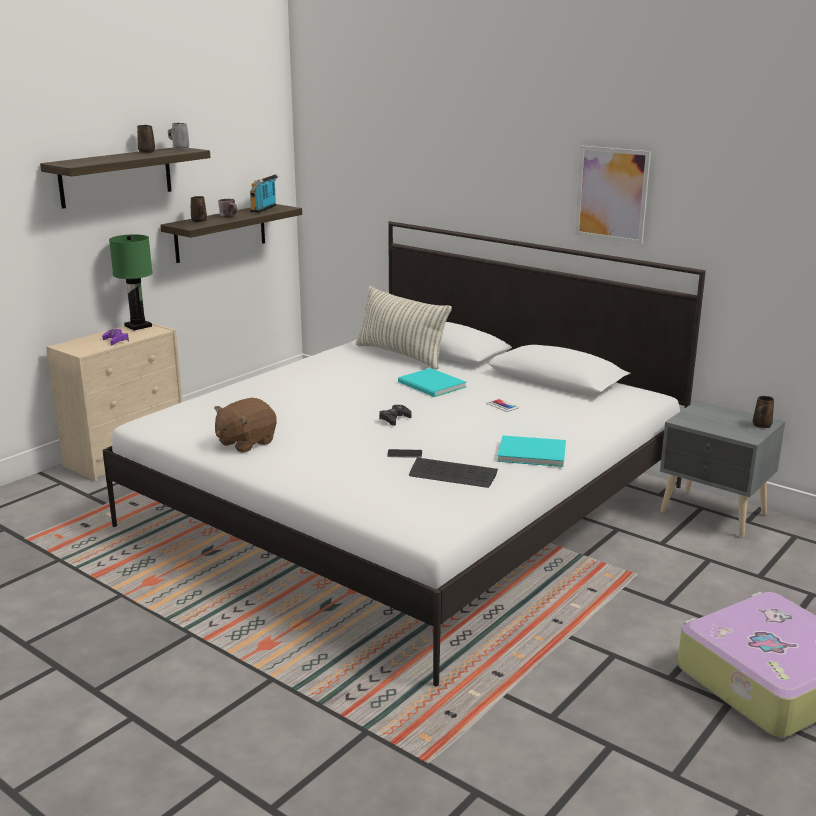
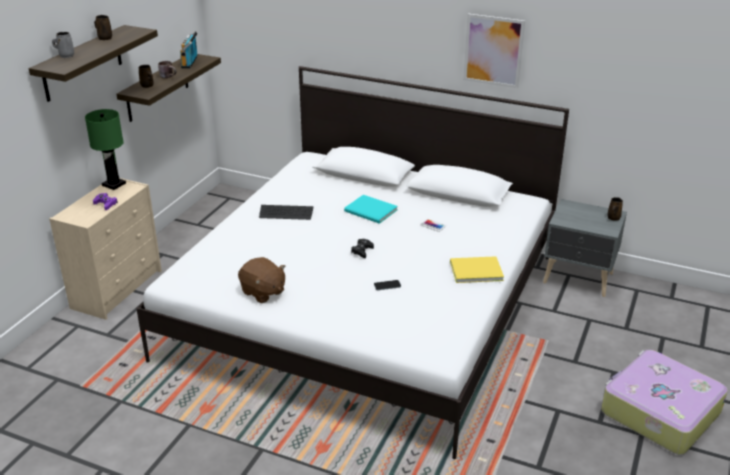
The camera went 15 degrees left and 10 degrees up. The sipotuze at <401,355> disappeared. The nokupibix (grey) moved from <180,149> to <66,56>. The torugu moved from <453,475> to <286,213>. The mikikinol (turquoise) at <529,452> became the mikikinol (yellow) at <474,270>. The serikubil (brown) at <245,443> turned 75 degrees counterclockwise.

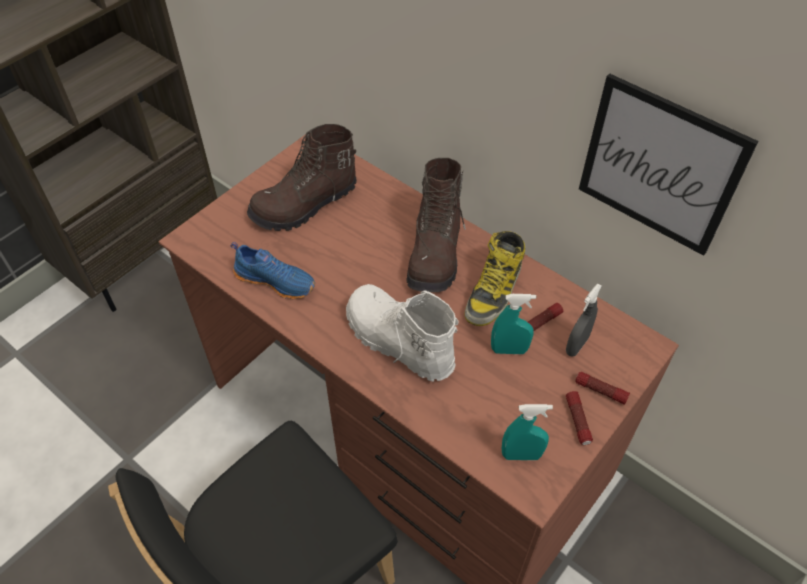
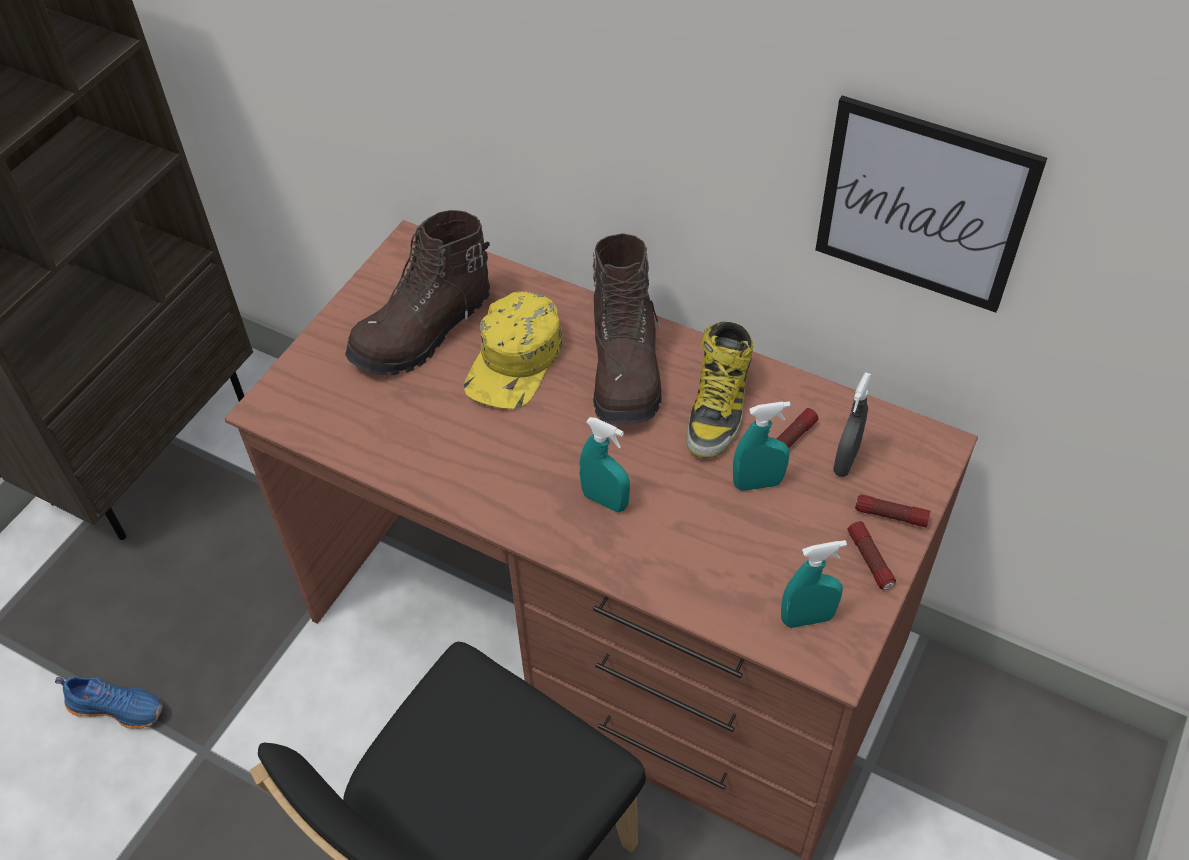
The camera went 10 degrees left and 0 degrees up. The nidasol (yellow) at <515,361> appeared. The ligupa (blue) moved from <276,280> to <118,706>. The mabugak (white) at <397,342> was replaced by the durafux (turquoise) at <605,500>.

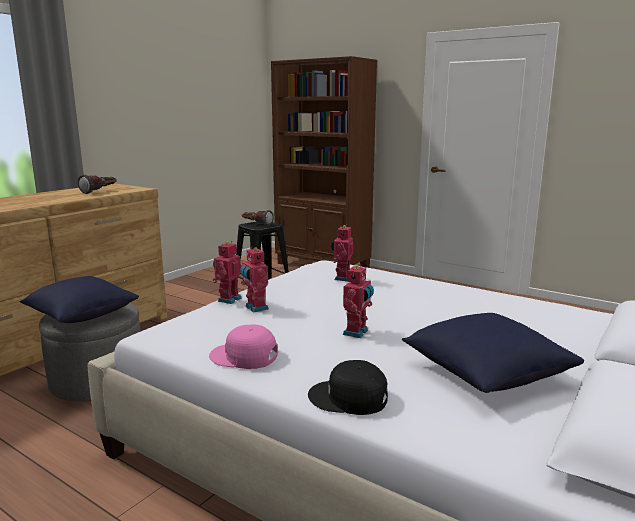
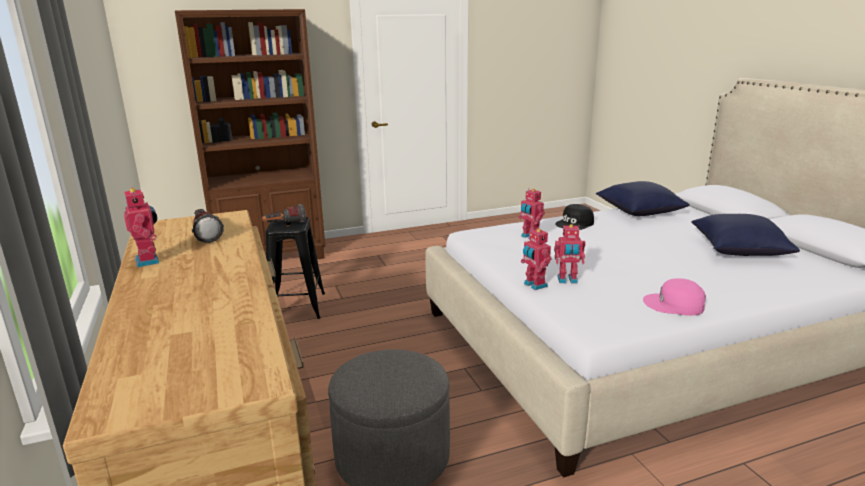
The camera went 55 degrees left and 5 degrees up. The sipotuze (blue) moved from <81,315> to <639,212>. The nidasol (black) moved from <348,398> to <575,223>. The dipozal moved from <357,333> to <149,261>. The nidasol (pink) at <244,356> turned 60 degrees clockwise.

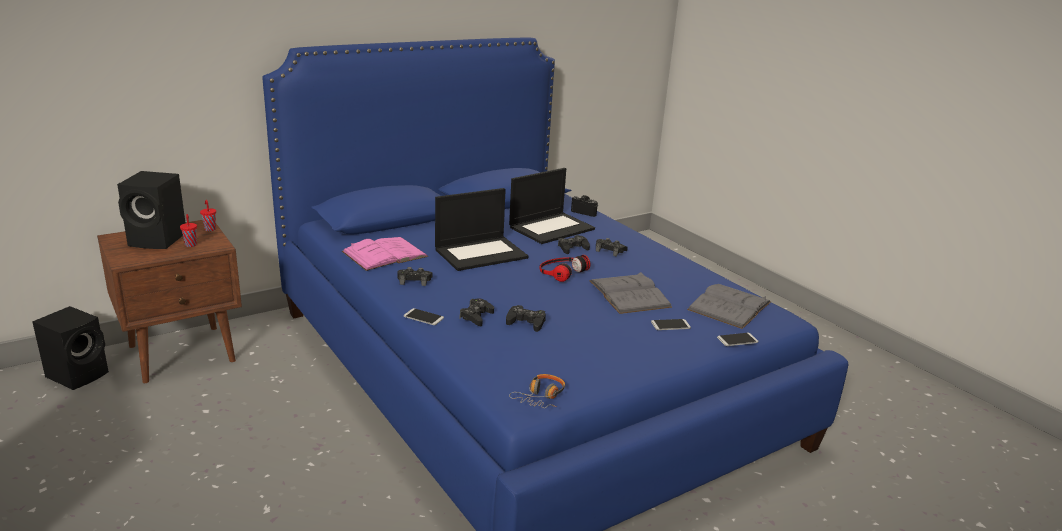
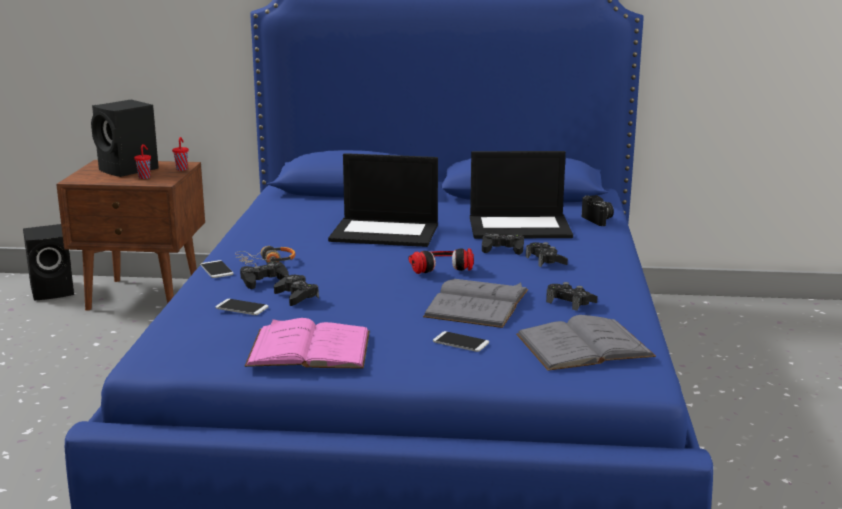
The camera went 40 degrees right and 5 degrees down. The mikikinol (pink) moved from <385,254> to <309,348>. The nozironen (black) moved from <414,280> to <570,302>. The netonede moved from <541,397> to <266,263>. The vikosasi moved from <737,340> to <242,308>.

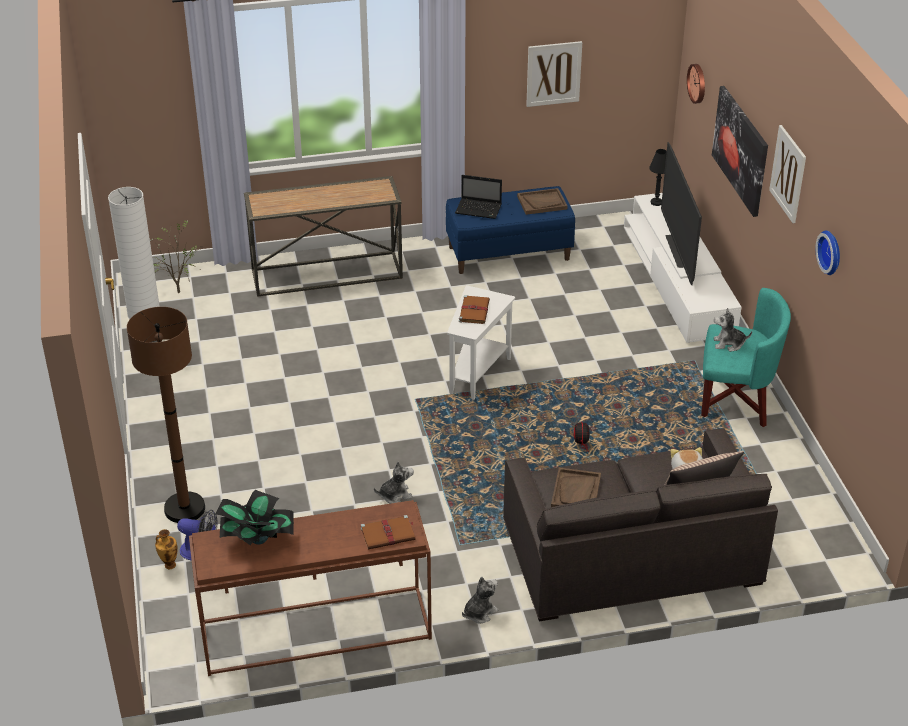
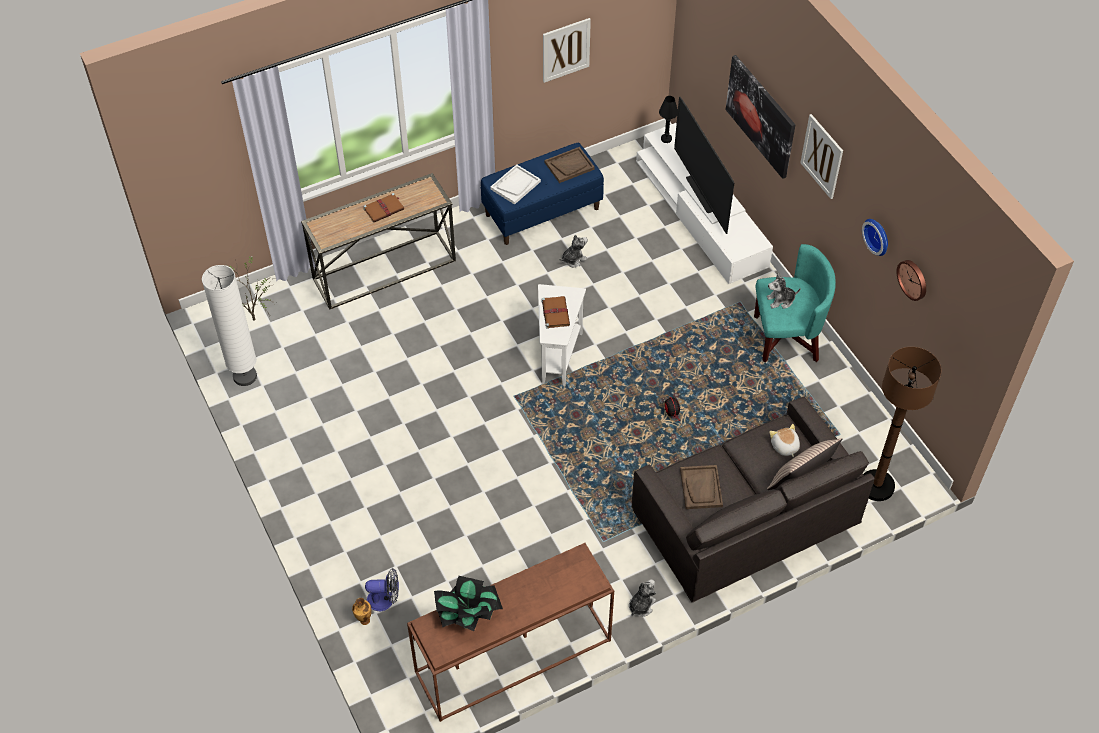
The camera went 15 degrees left and 15 degrees up. The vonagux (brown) moved from <184,509> to <876,486>. The mikikinol (brown) moved from <388,534> to <384,209>. The serikubil moved from <395,495> to <573,259>. The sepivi moved from <698,83> to <913,279>. The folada at <479,209> was replaced by the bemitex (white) at <515,185>.

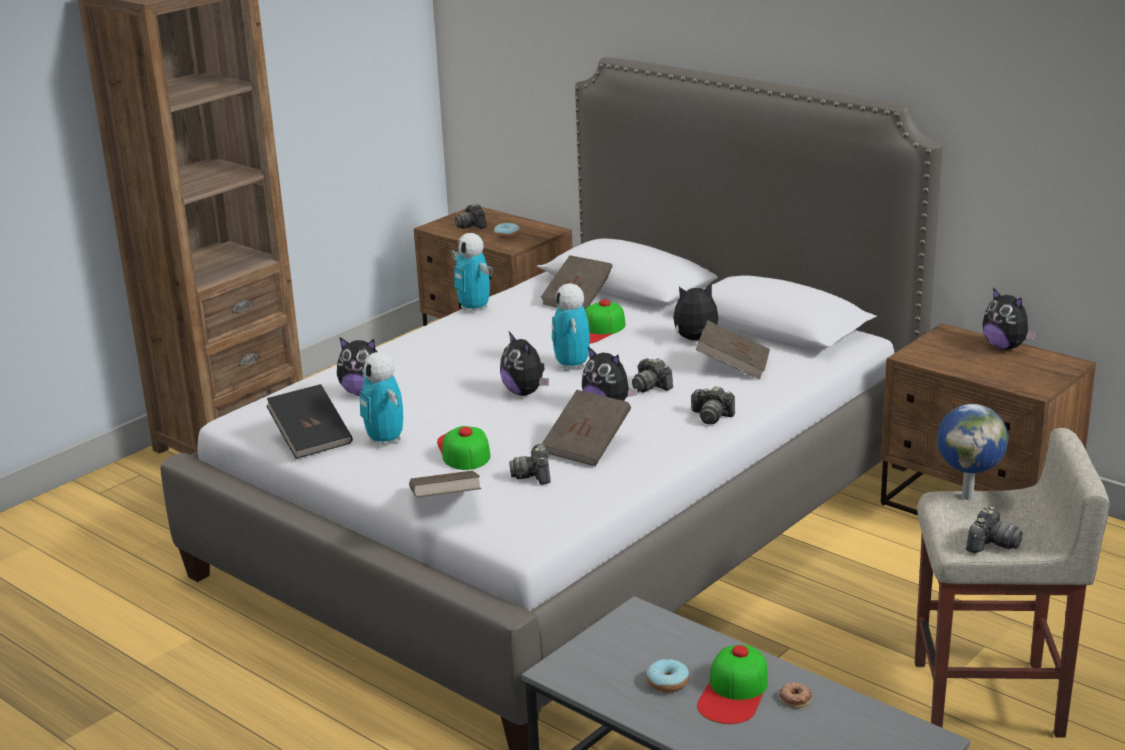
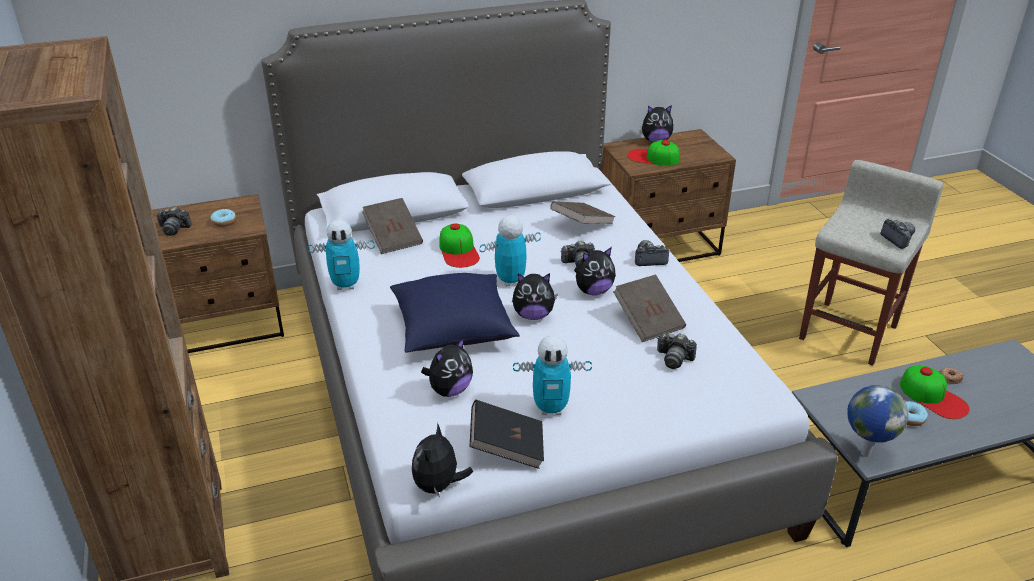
The camera went 60 degrees left and 10 degrees up. The mikikinol (brown) at <445,503> disappeared. The sipotuze (blue) at <453,330> appeared. The nidasol moved from <463,450> to <653,157>. The serikubil moved from <696,340> to <439,486>. The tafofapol moved from <968,496> to <864,452>. The dipozal at <572,366> turned 135 degrees clockwise. The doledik at <711,416> turned 150 degrees counterclockwise.

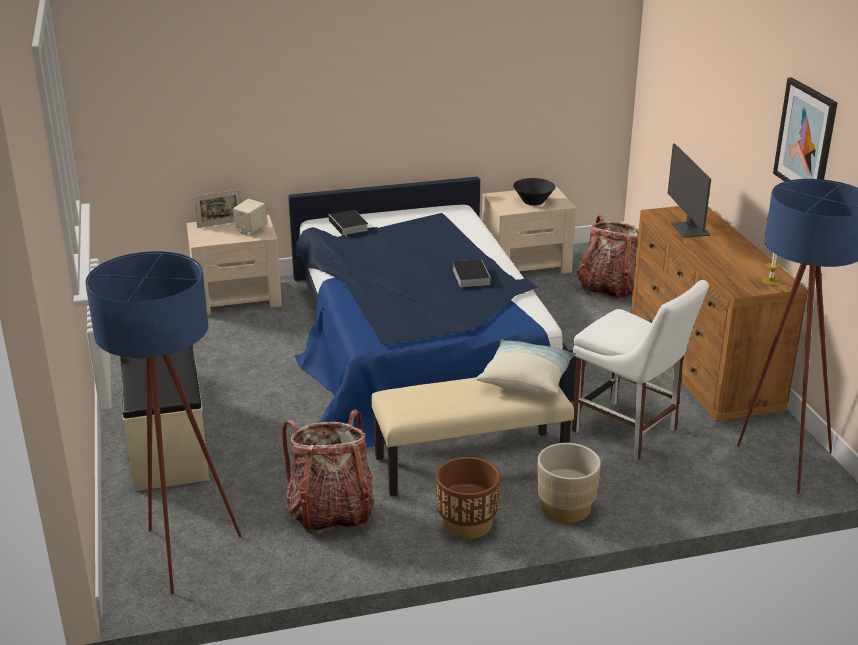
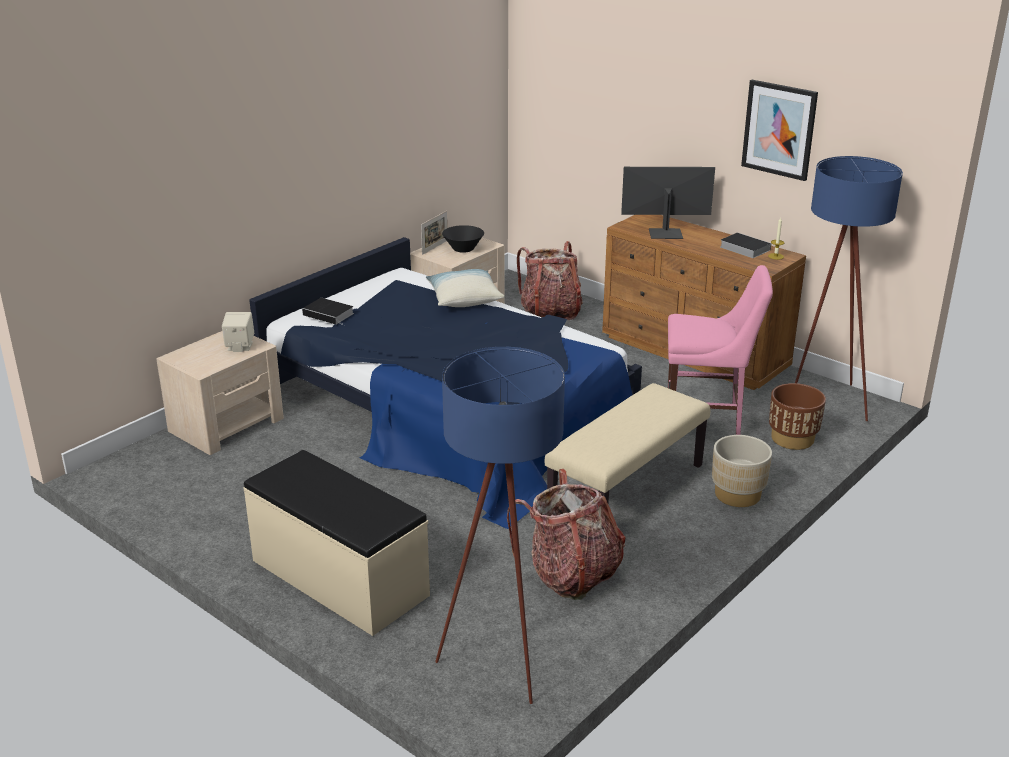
The camera went 35 degrees left and 0 degrees up. The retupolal moved from <220,224> to <435,247>. The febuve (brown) moved from <466,523> to <792,439>. The mikikinol moved from <470,275> to <743,248>. The sipotuze moved from <526,379> to <464,299>. The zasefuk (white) at <628,432> became the zasefuk (pink) at <707,420>. The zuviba at <689,229> turned 135 degrees clockwise.

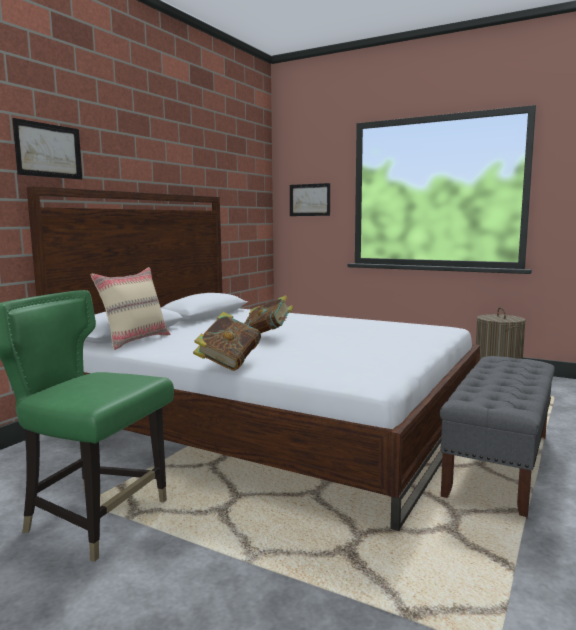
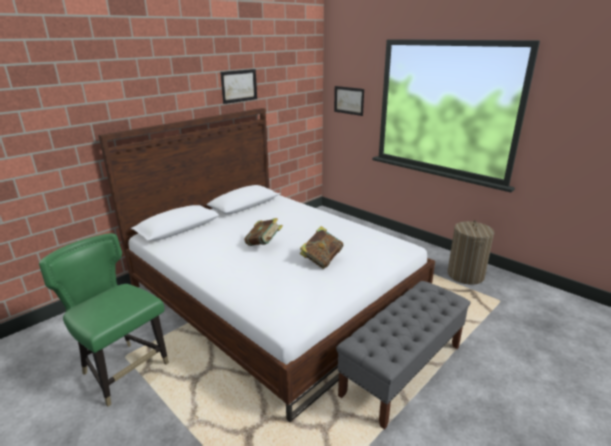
The camera went 15 degrees right and 15 degrees up. The sipotuze (beige) at <135,340> disappeared. The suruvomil moved from <48,150> to <239,86>. The mikikinol moved from <228,364> to <321,260>.

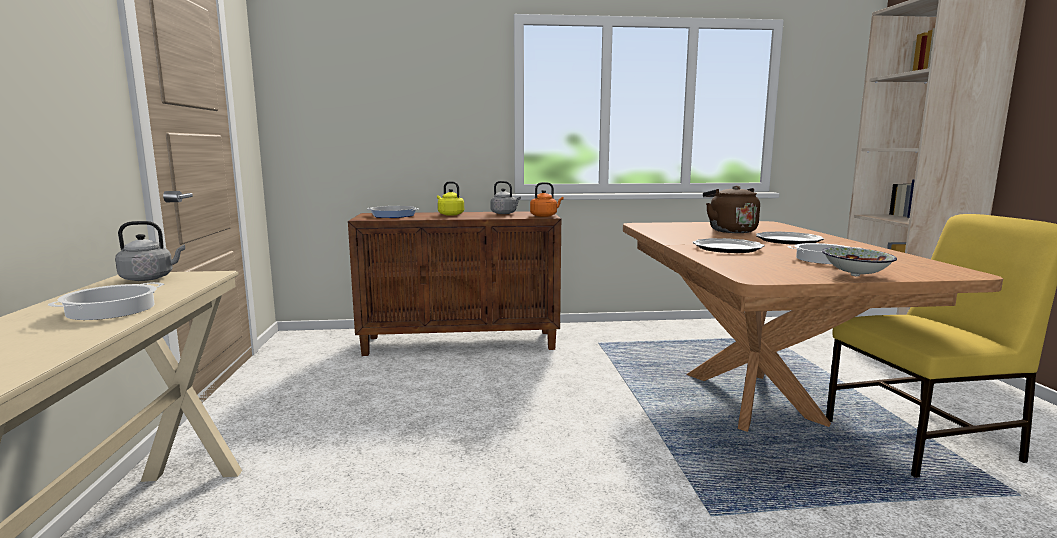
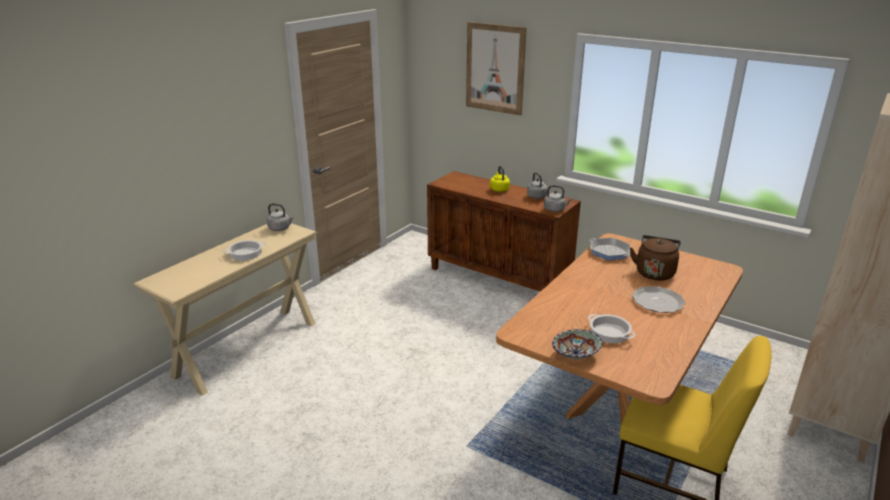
The camera went 40 degrees right and 15 degrees up. The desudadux at <727,248> disappeared. The suruvomil at <495,68> appeared. The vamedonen moved from <393,215> to <609,252>. The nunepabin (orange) at <545,216> became the nunepabin (grey) at <555,209>.

